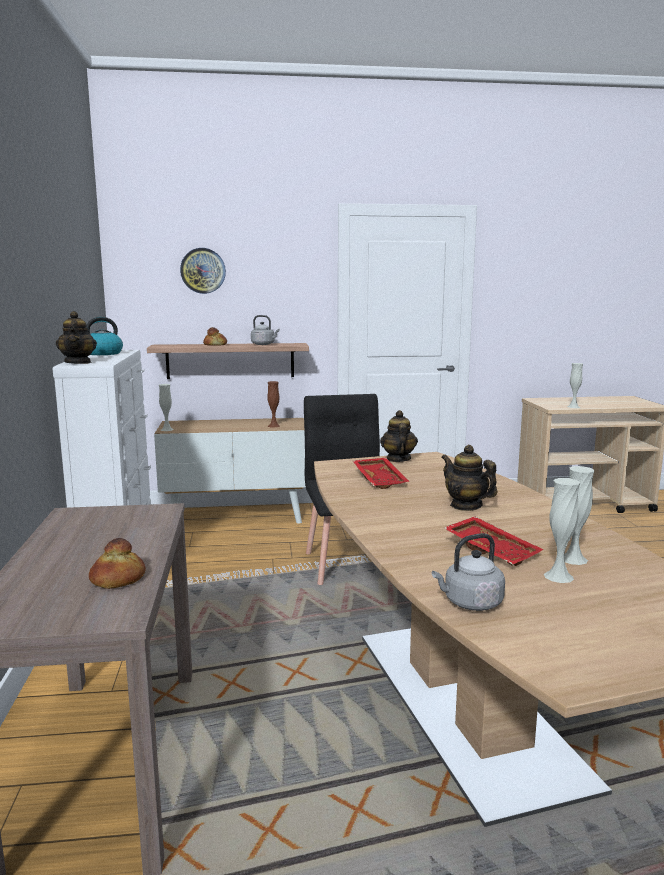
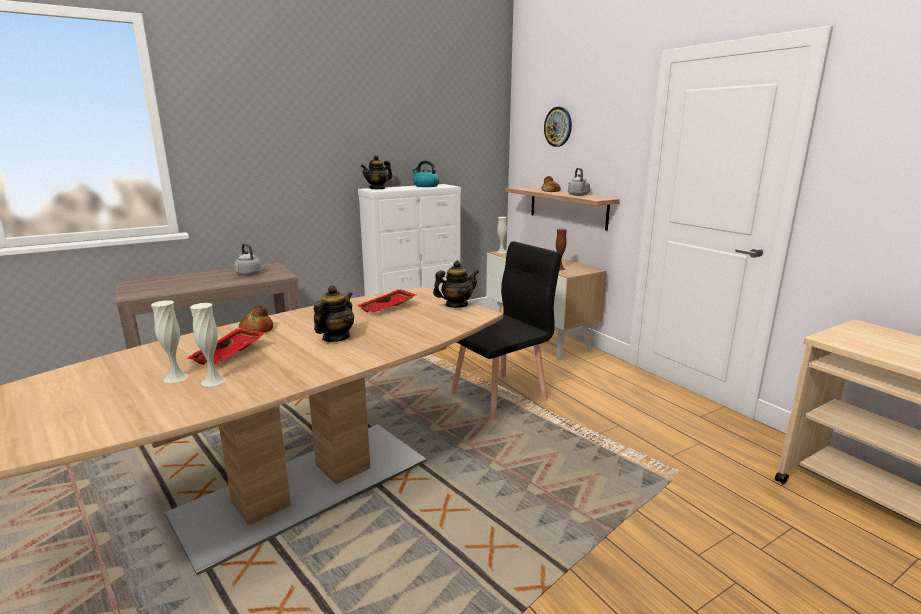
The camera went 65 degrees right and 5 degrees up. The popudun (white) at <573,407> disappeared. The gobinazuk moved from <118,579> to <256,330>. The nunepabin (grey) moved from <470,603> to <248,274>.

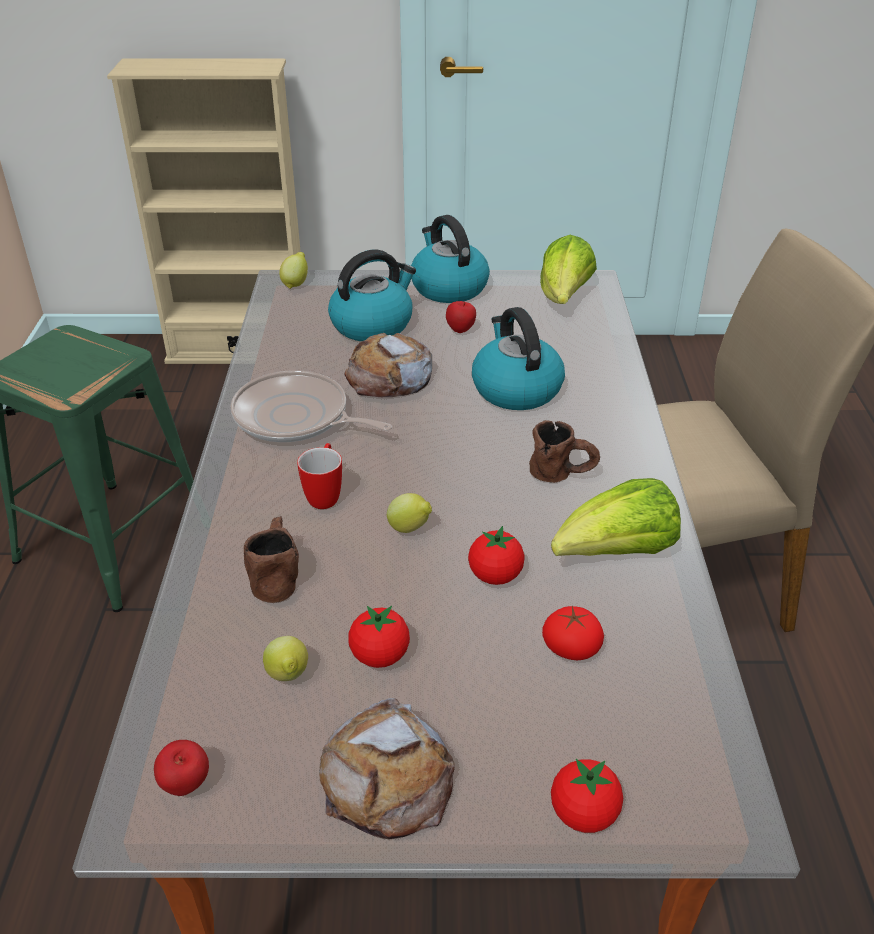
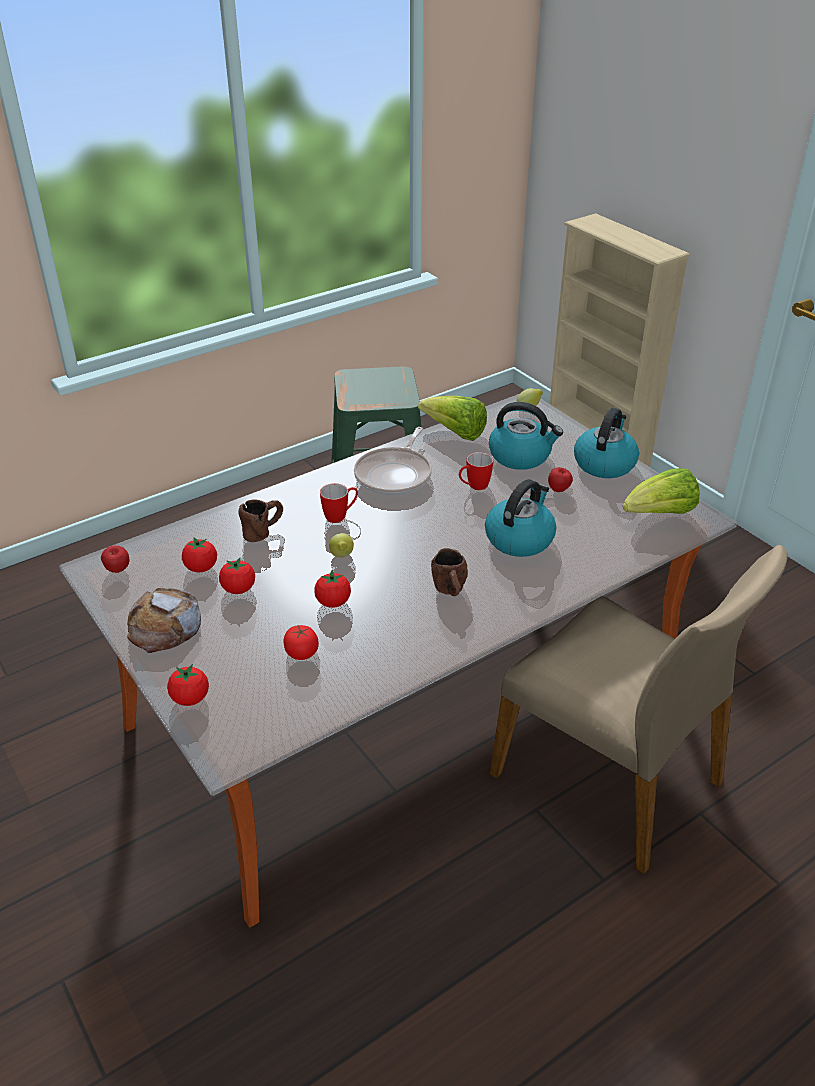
The camera went 55 degrees right and 0 degrees up. The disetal moved from <617,554> to <455,433>. The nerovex at <288,677> was replaced by the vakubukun at <201,568>. The gobinazuk at <389,376> was replaced by the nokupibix at <473,487>. The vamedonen at <296,418> turned 150 degrees counterclockwise.

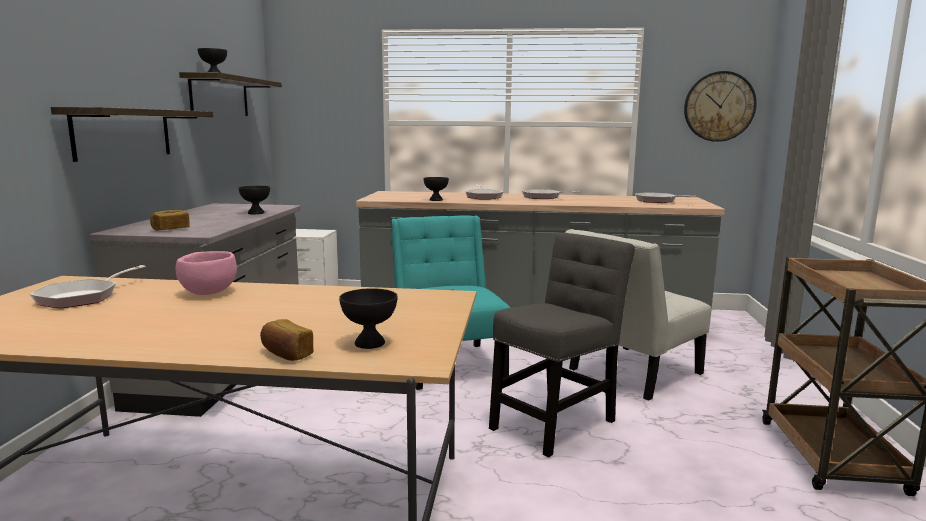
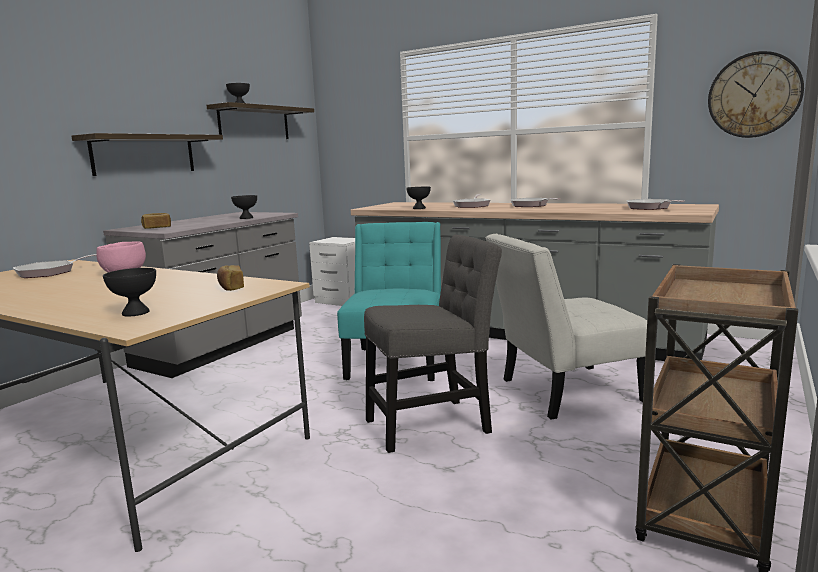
The camera went 25 degrees right and 0 degrees up. The gobinazuk moved from <286,354> to <230,287>.

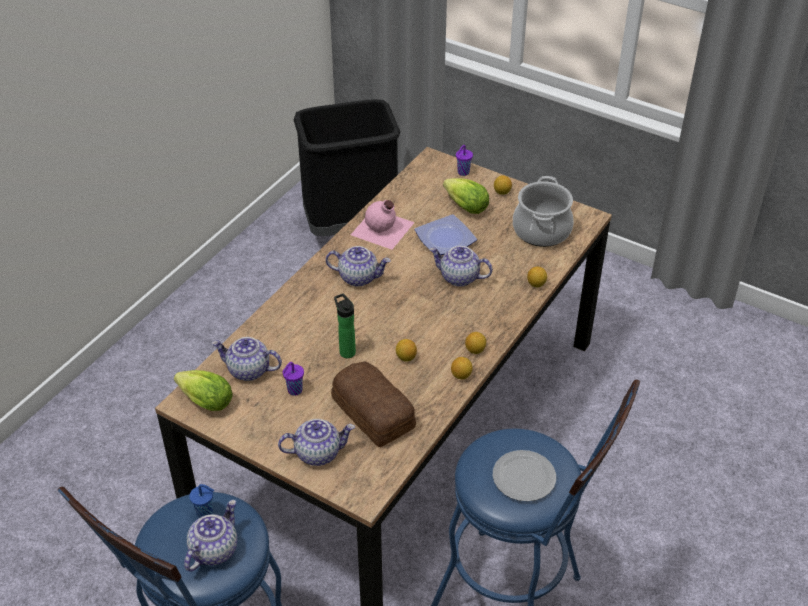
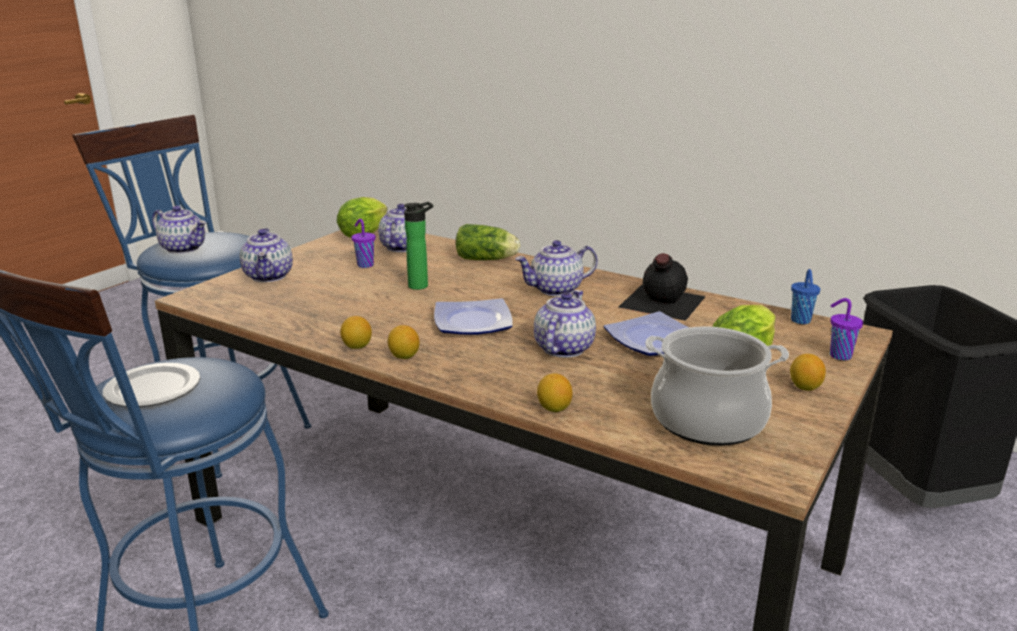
The camera went 90 degrees right and 20 degrees down. The gobinazuk at <373,411> disappeared. The nerovex at <406,357> disappeared. The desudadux at <474,323> appeared. The disetal at <488,259> appeared. The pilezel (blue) moved from <206,513> to <801,321>. The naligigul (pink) at <382,229> became the naligigul (black) at <660,301>. The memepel at <359,277> turned 60 degrees clockwise.

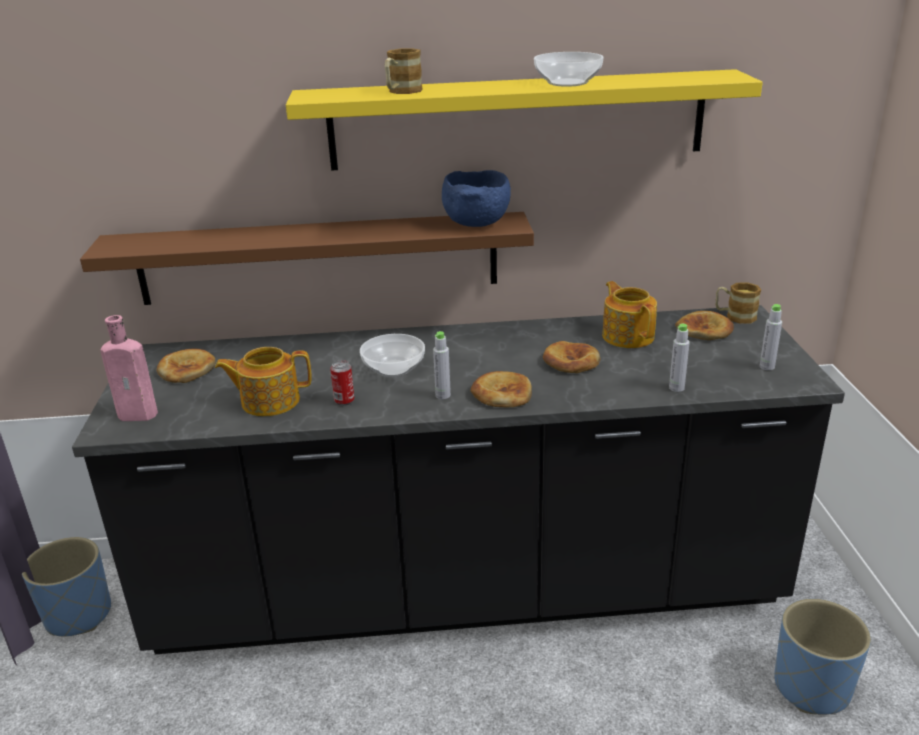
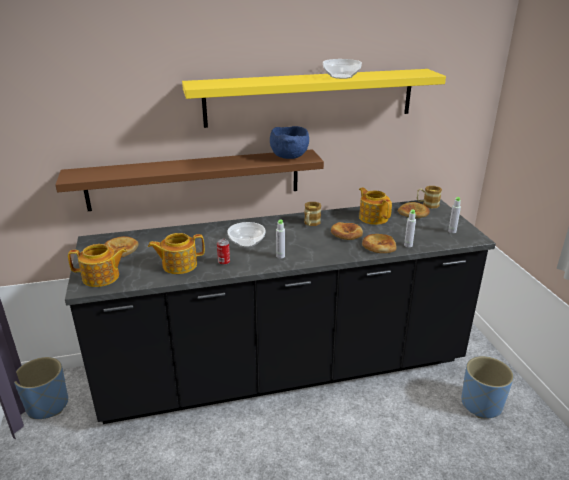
The camera went 10 degrees left and 0 degrees up. The nokupibix moved from <401,92> to <311,224>. The gobinazuk moved from <502,394> to <379,246>. The naligigul (pink) at <140,415> was replaced by the memepel at <102,277>.

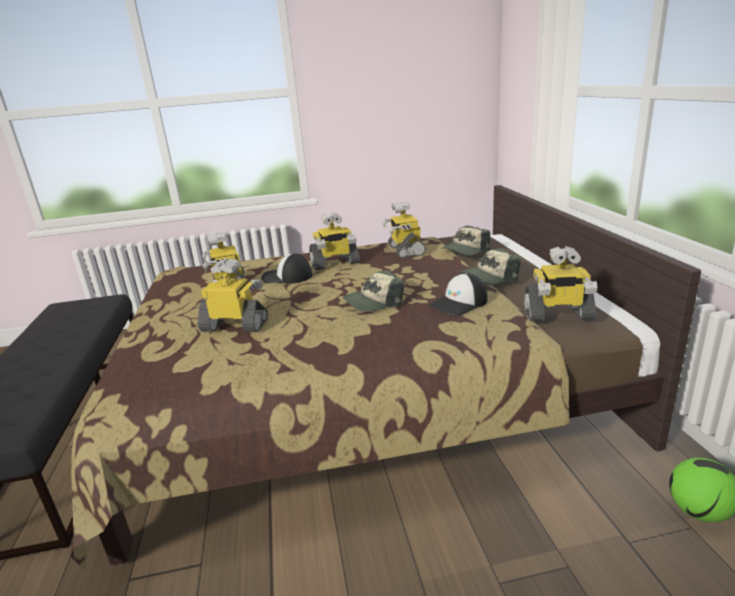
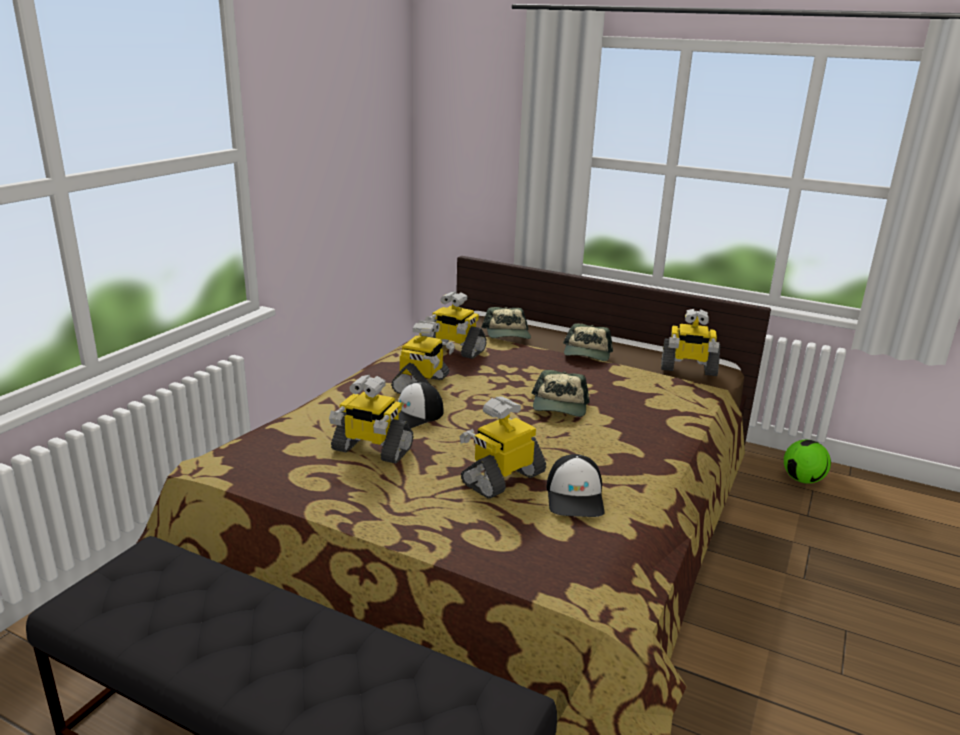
The camera went 55 degrees left and 0 degrees up. The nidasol moved from <459,303> to <575,497>. The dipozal at <557,314> turned 60 degrees clockwise.

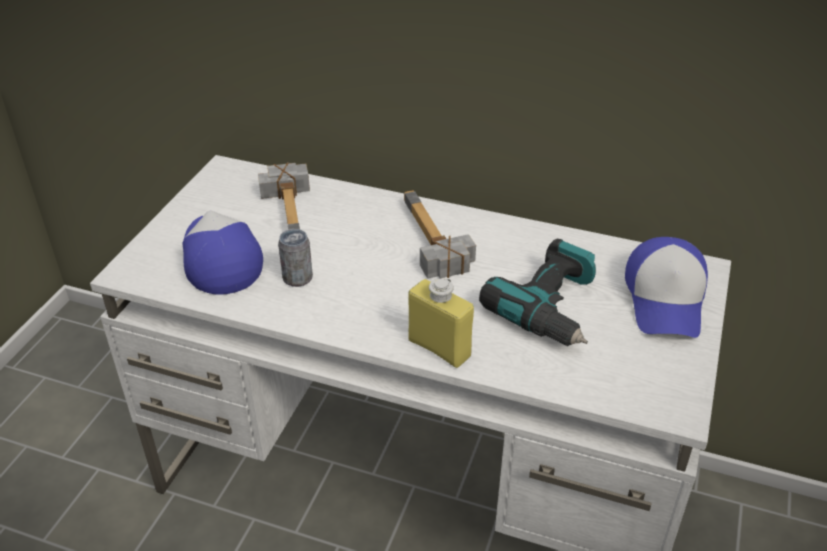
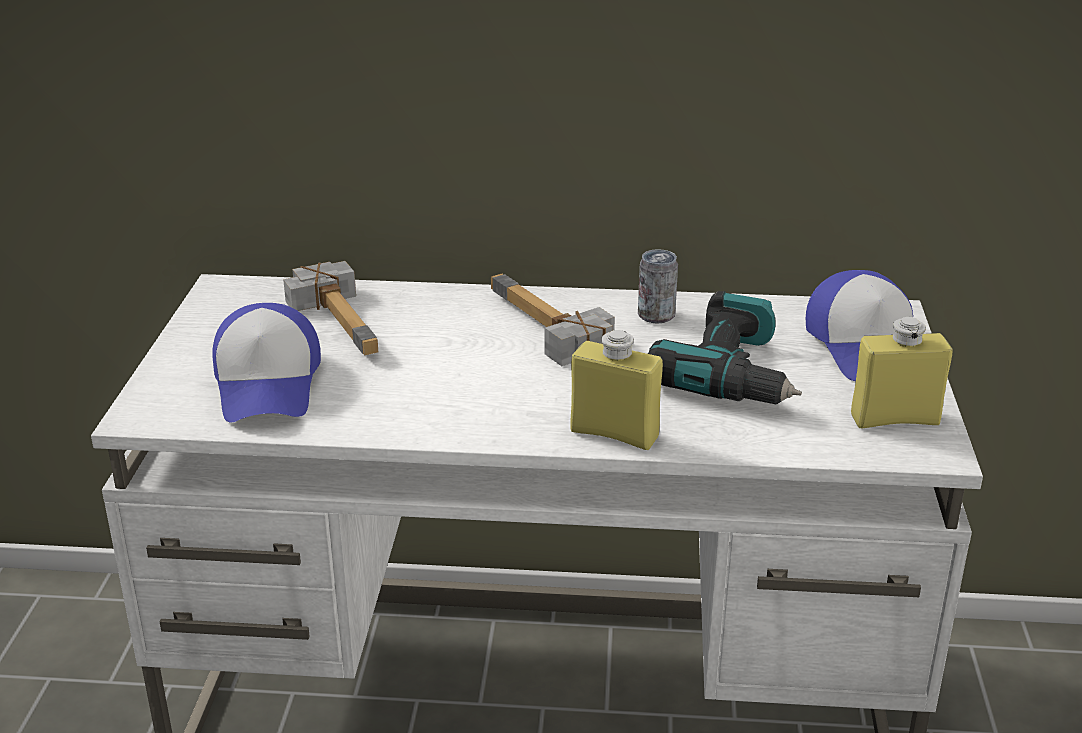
The camera went 15 degrees left and 10 degrees down. The naligigul (yellow) at <894,419> appeared. The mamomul moved from <297,278> to <656,315>. The nidasol at <219,259> turned 150 degrees counterclockwise.

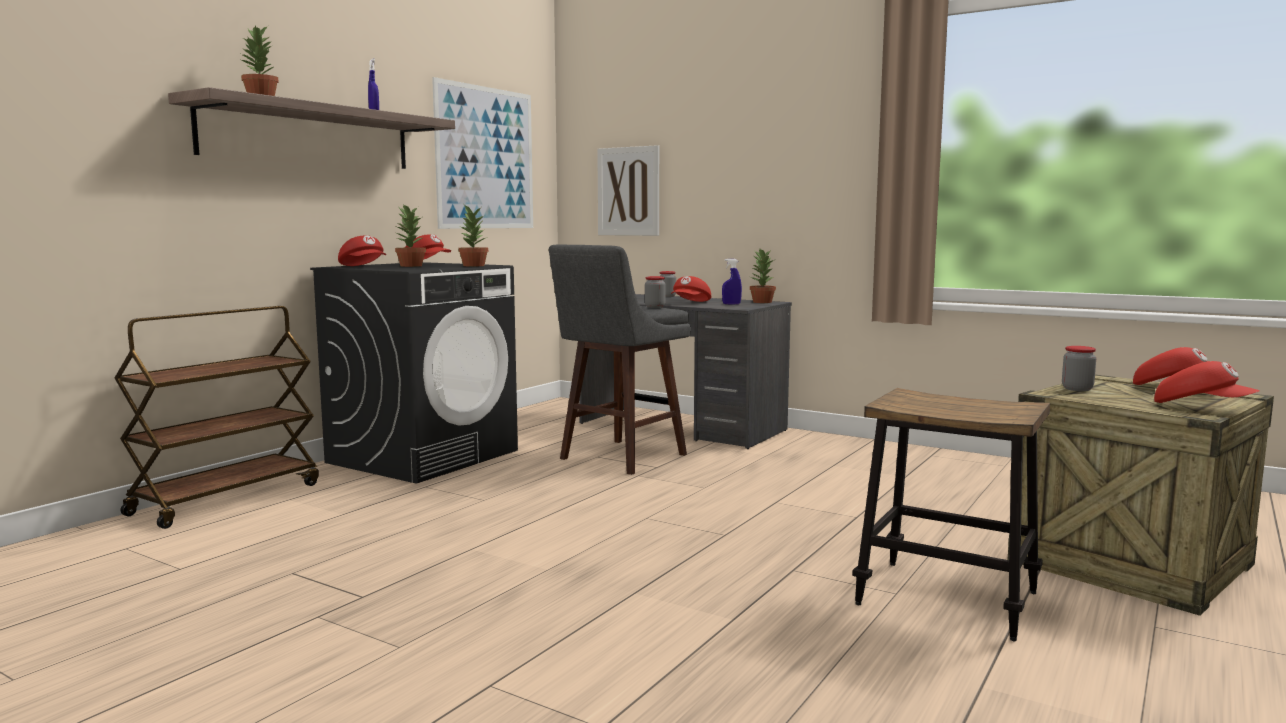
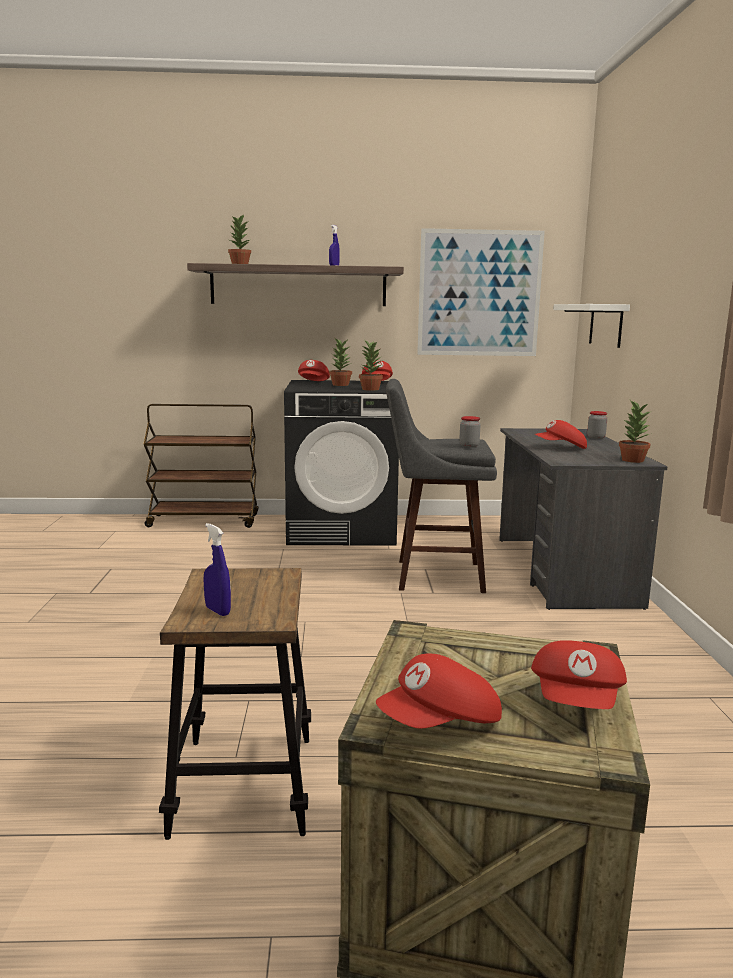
The camera went 55 degrees right and 5 degrees up. The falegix at <1077,389> disappeared. The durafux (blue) moved from <731,304> to <217,611>. The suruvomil at <628,191> was replaced by the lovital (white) at <606,325>. The nidasol (red) at <1202,407> turned 45 degrees clockwise.

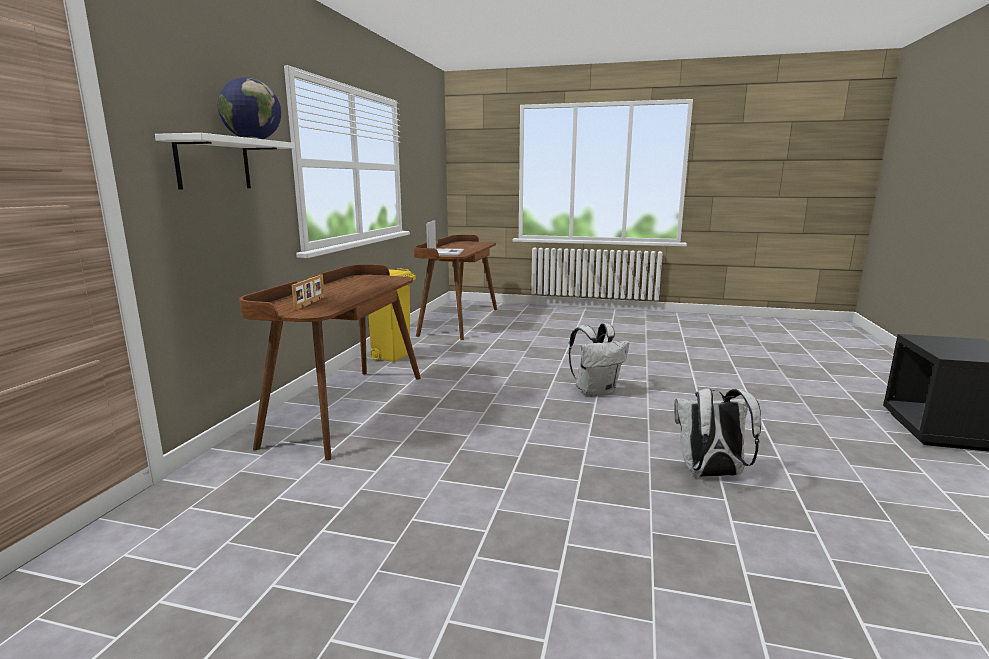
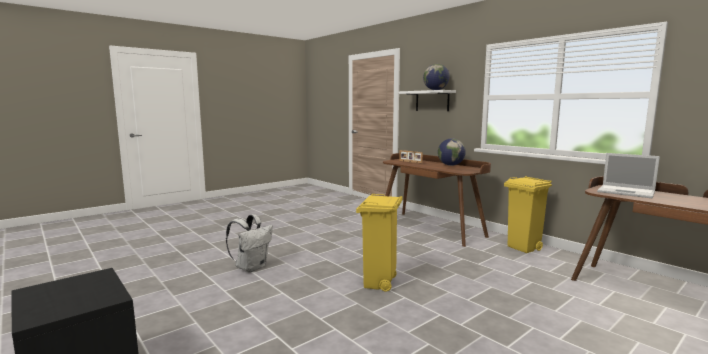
The camera went 125 degrees right and 5 degrees down. The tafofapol at <450,165> appeared. The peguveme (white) at <596,391> was replaced by the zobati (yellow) at <379,284>.

